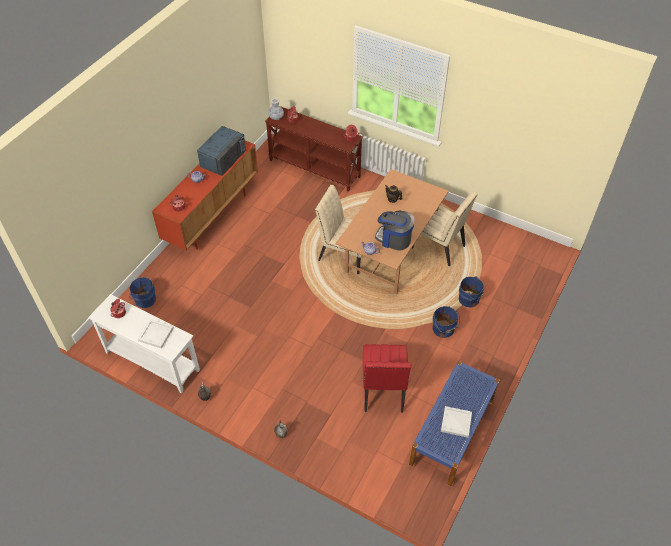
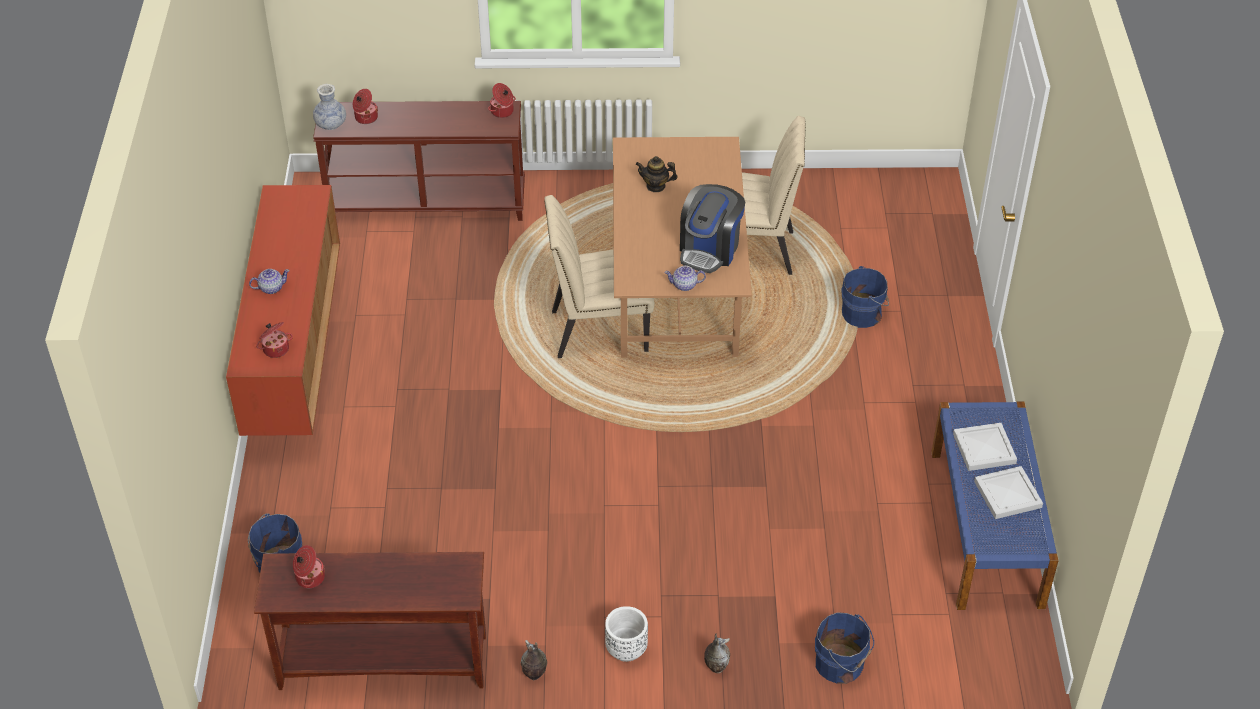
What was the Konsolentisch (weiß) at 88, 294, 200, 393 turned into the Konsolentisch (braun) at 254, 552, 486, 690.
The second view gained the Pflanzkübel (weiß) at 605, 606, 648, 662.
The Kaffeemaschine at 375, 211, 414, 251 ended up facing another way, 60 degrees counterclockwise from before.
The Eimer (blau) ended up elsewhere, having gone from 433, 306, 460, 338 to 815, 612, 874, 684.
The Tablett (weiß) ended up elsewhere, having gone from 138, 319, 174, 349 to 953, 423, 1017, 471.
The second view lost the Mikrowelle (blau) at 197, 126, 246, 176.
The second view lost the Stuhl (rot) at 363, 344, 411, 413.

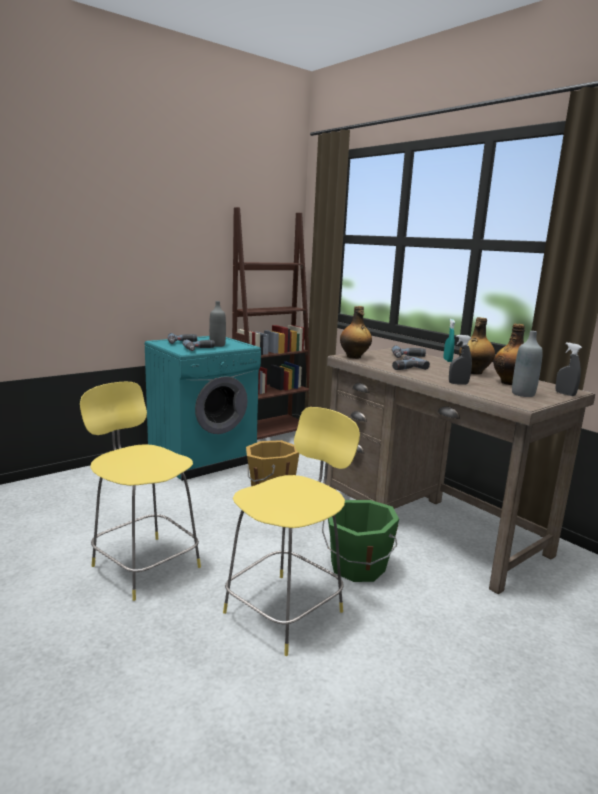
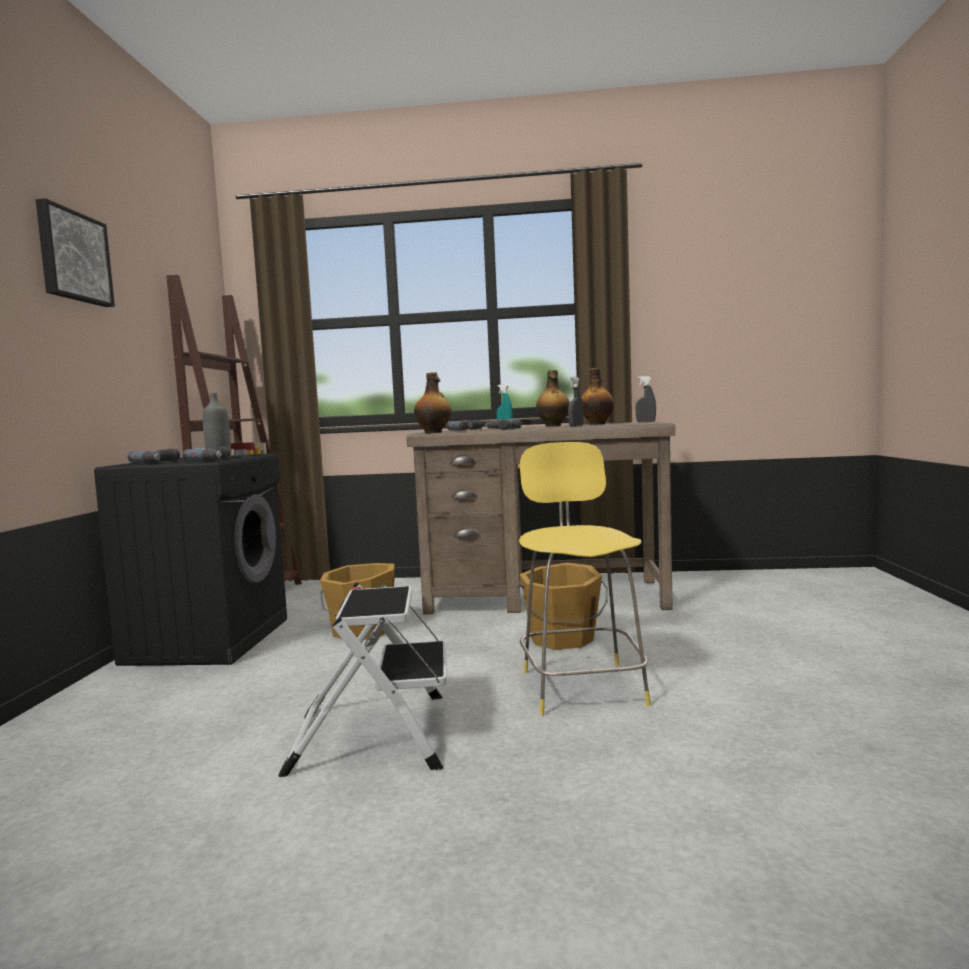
The second view gained the Bild at 36, 198, 115, 307.
What was the Waschmaschine (türkis) at 145, 336, 261, 481 turned into the Waschmaschine (schwarz) at 94, 453, 287, 666.
Where the Hocker (gelb) stood at 80, 382, 201, 601, the Trittleiter came to stand at 279, 582, 447, 777.
What was the Eimer (grün) at 322, 500, 399, 582 turned into the Eimer (orange) at 515, 563, 608, 650.
The second view lost the Flasche (grau) at 512, 331, 543, 397.

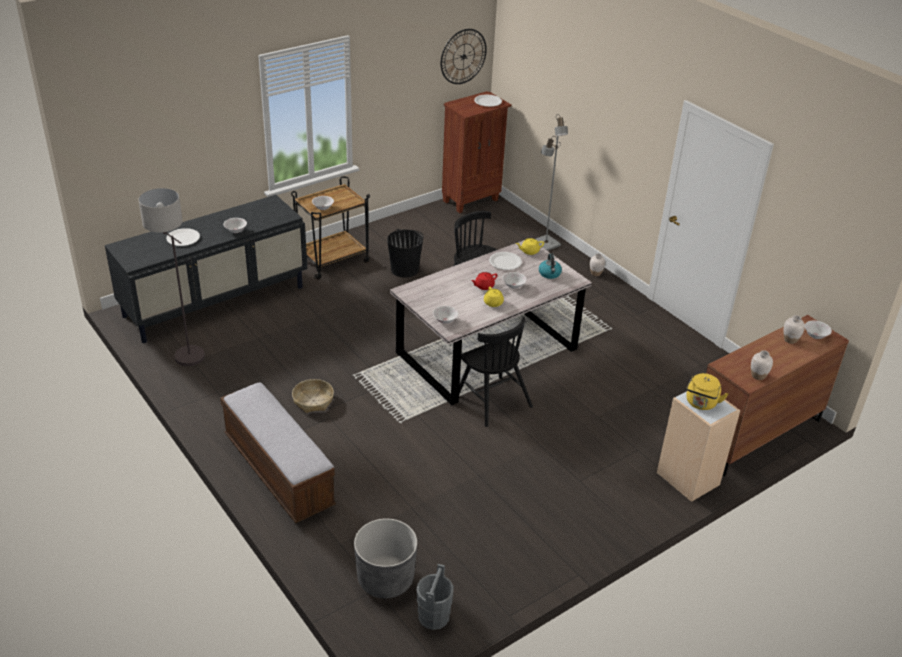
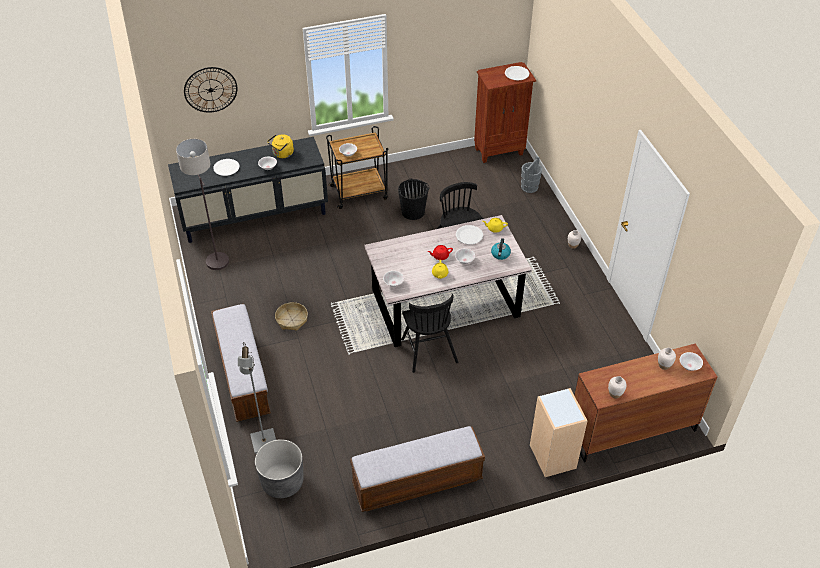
The Wanduhr ended up elsewhere, having gone from 441, 29, 487, 84 to 184, 67, 238, 113.
The Stehlampe (grau) ended up elsewhere, having gone from 536, 114, 568, 251 to 238, 342, 276, 454.
The Wasserkessel (gelb) ended up elsewhere, having gone from 686, 373, 728, 410 to 267, 134, 294, 158.
The second view gained the Bank at 350, 426, 485, 512.
The Eimer (grau) ended up elsewhere, having gone from 417, 564, 454, 630 to 521, 156, 542, 193.

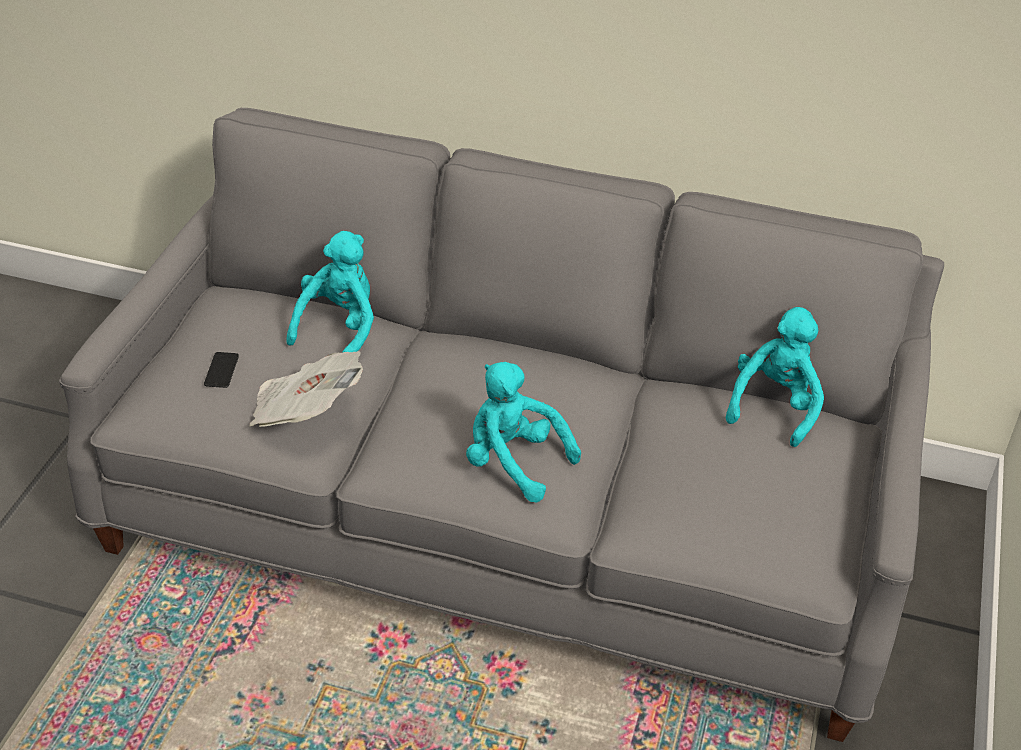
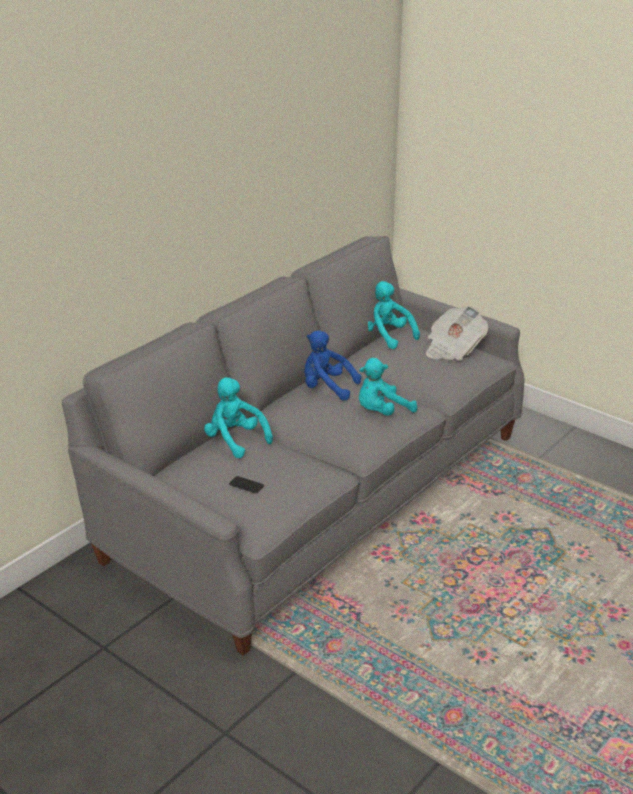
The second view gained the Plüschtier (blau) at 304, 330, 361, 400.
The Zeitung ended up elsewhere, having gone from 250, 351, 363, 427 to 426, 306, 488, 361.

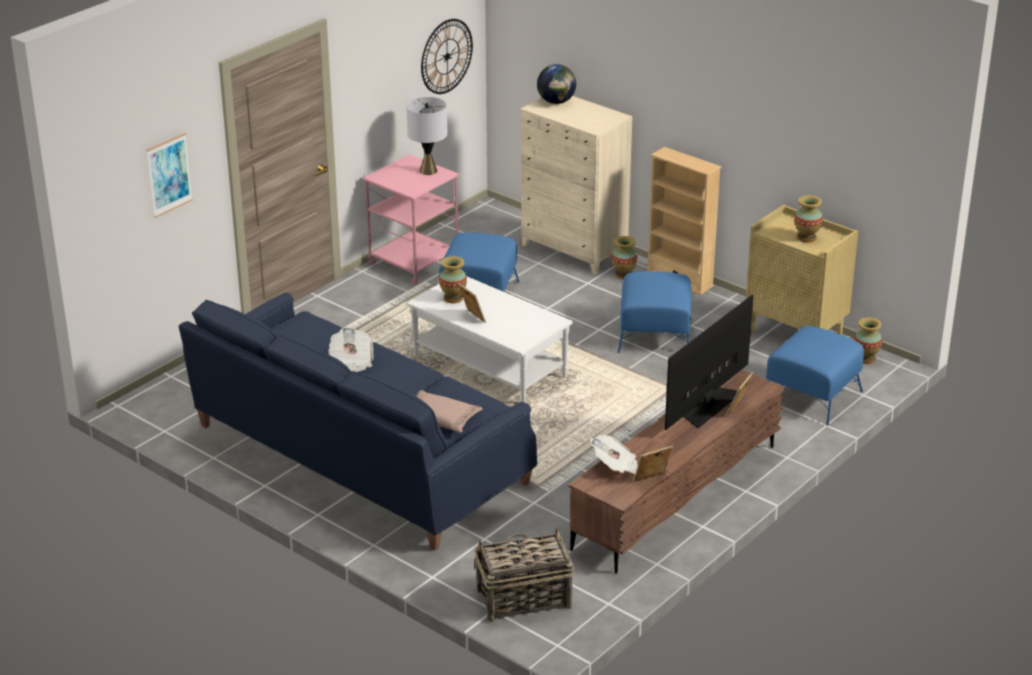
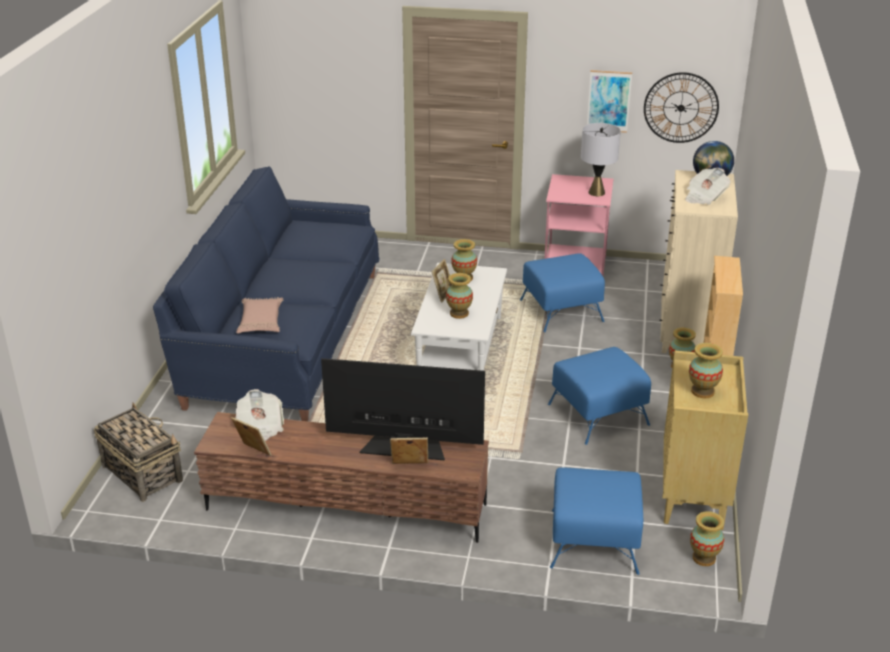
The second view gained the Vase at 446, 273, 473, 319.
The Bild ended up elsewhere, having gone from 147, 133, 193, 218 to 587, 70, 632, 133.
The Zeitung ended up elsewhere, having gone from 328, 327, 373, 372 to 685, 168, 730, 205.

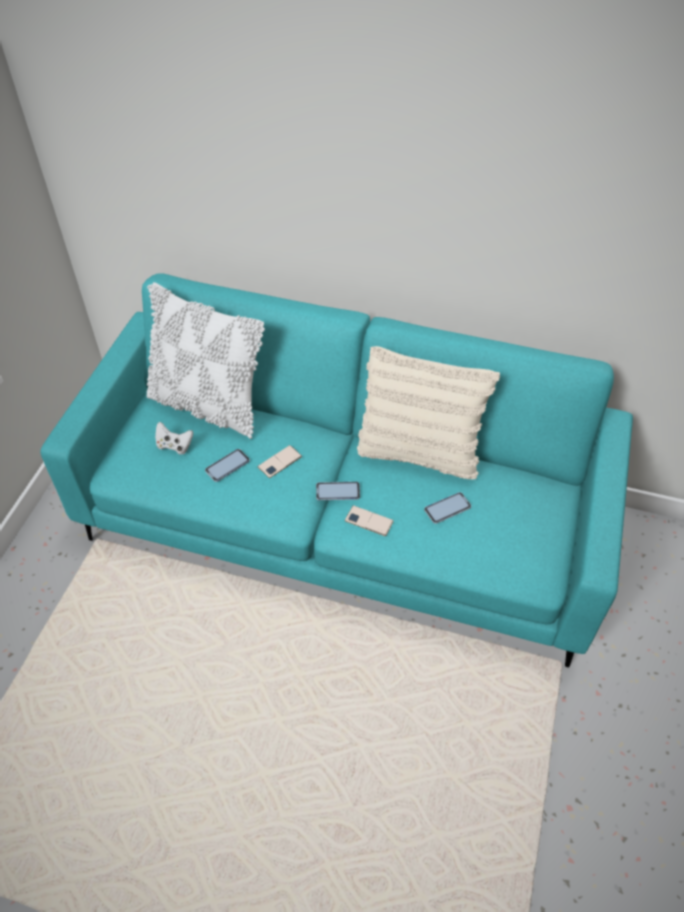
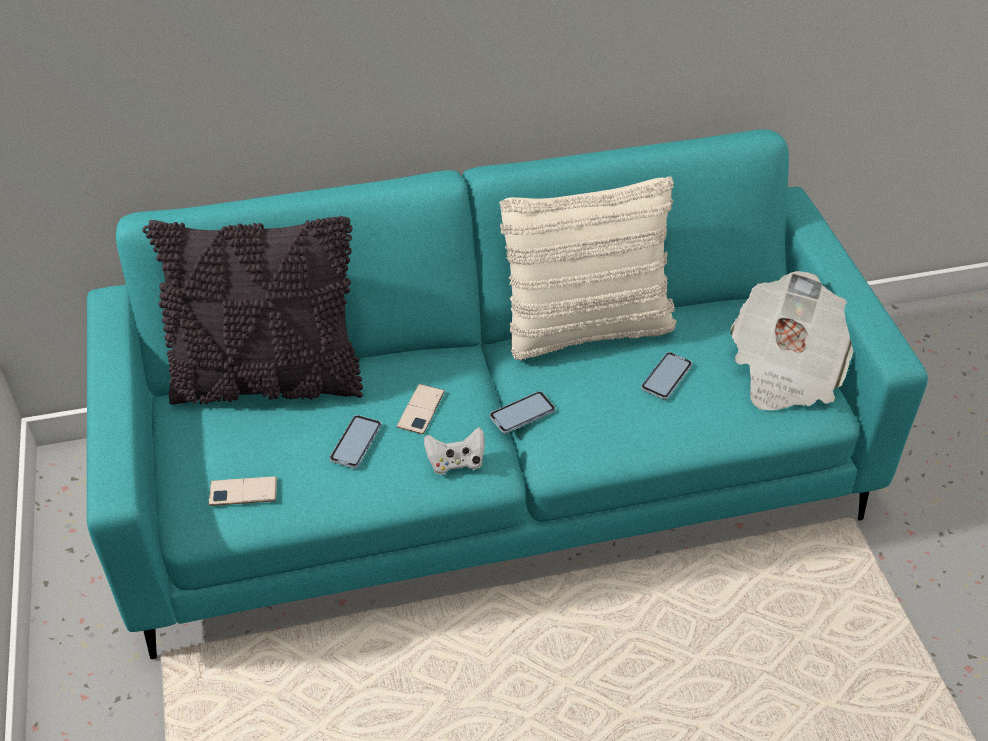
What was the Kissen (weiß) at 147, 282, 265, 439 turned into the Kissen (schwarz) at 142, 216, 363, 405.
The Handy ended up elsewhere, having gone from 345, 505, 393, 536 to 209, 476, 277, 506.
The Gamepad (weiß) ended up elsewhere, having gone from 155, 422, 193, 455 to 424, 427, 484, 475.
The second view gained the Zeitung at 731, 271, 853, 410.

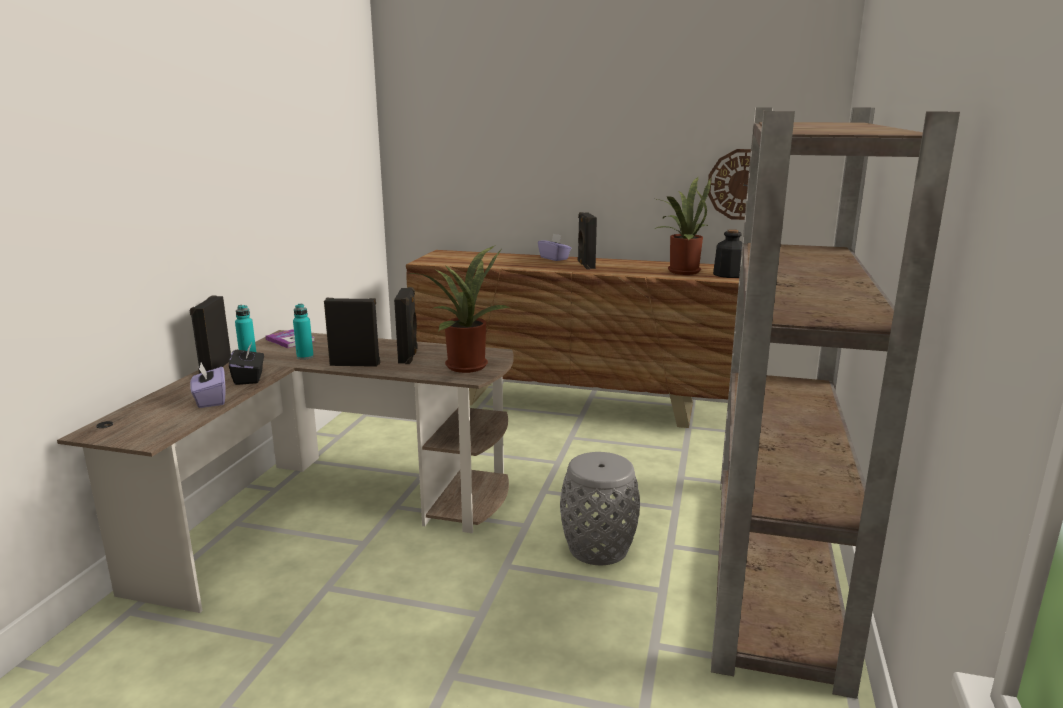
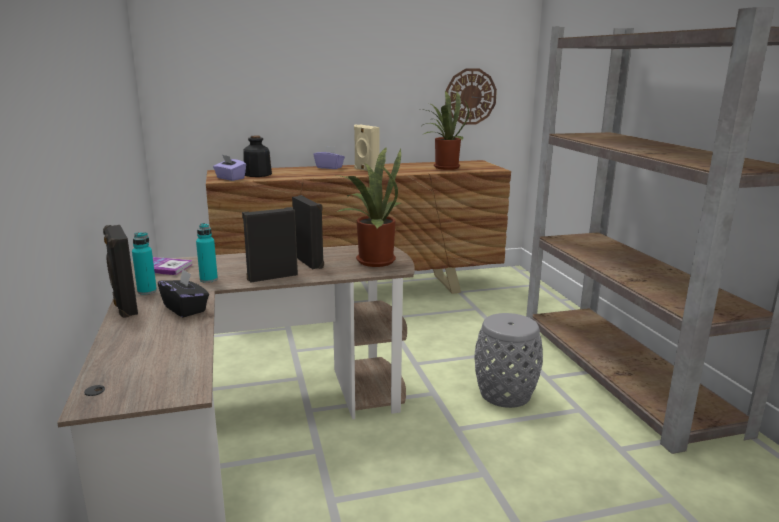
The Taschentuchbox (lila) ended up elsewhere, having gone from 190, 363, 226, 408 to 213, 155, 246, 181.
The Flasche ended up elsewhere, having gone from 713, 229, 742, 278 to 243, 136, 272, 177.
What was the Lautsprecher (schwarz) at 577, 212, 597, 270 turned into the Lautsprecher (beige) at 354, 124, 379, 171.

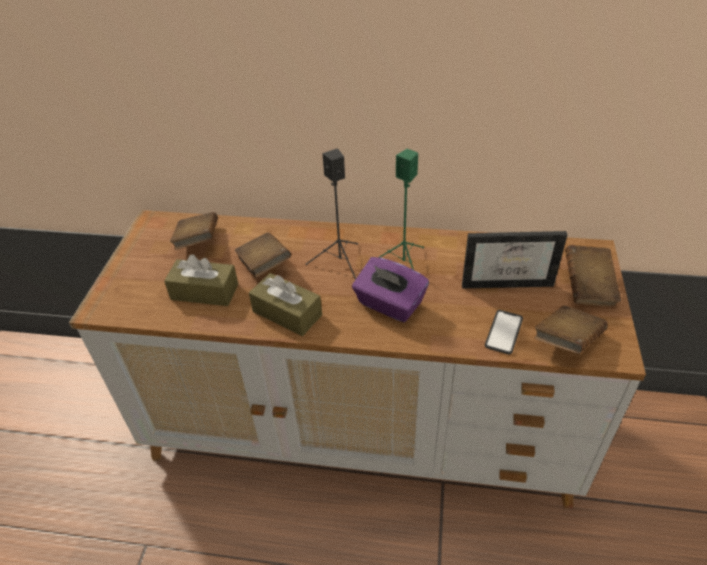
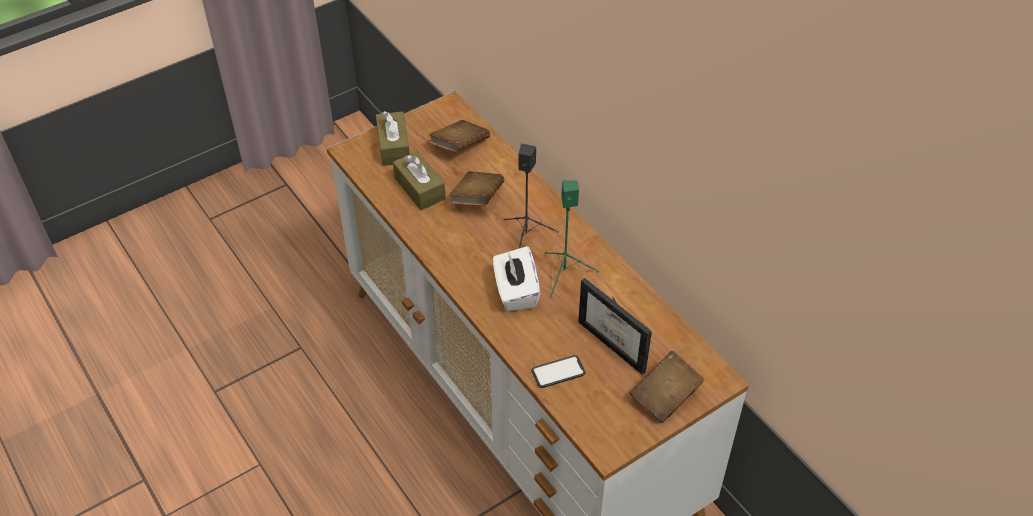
The Taschentuchbox (braun) ended up elsewhere, having gone from 249, 273, 322, 336 to 376, 111, 410, 166.
What was the Taschentuchbox (lila) at 352, 257, 429, 322 turned into the Taschentuchbox (weiß) at 493, 246, 540, 311.
The second view lost the Buch (braun) at 534, 305, 608, 354.

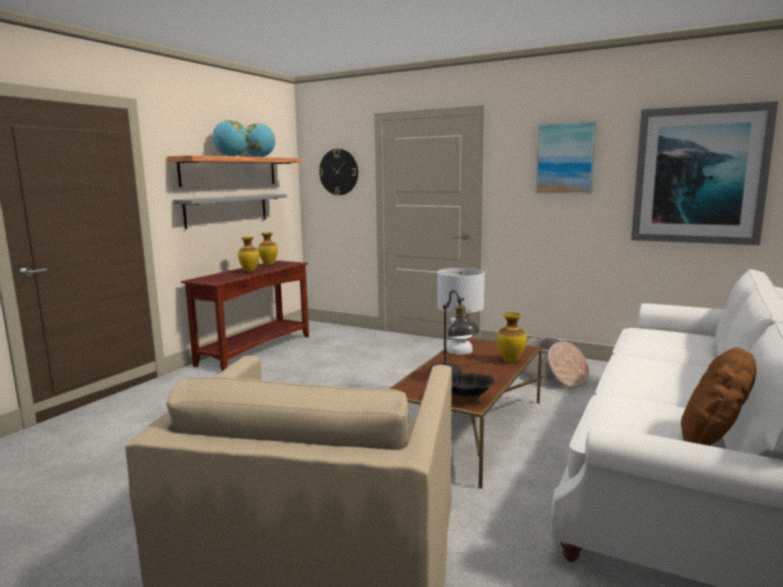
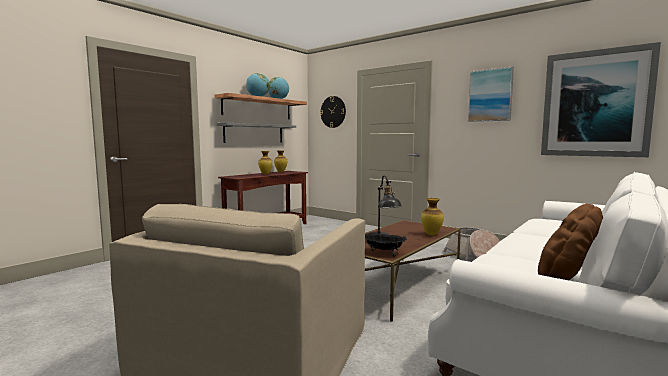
The second view lost the Tischlampe (weiß) at 437, 268, 485, 355.

